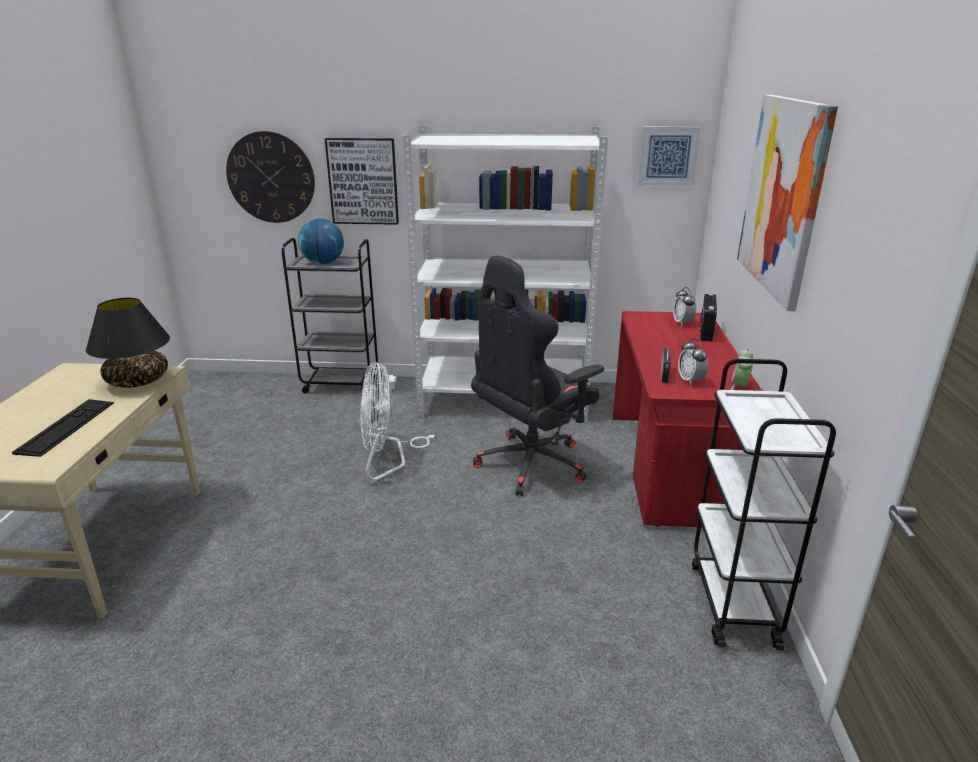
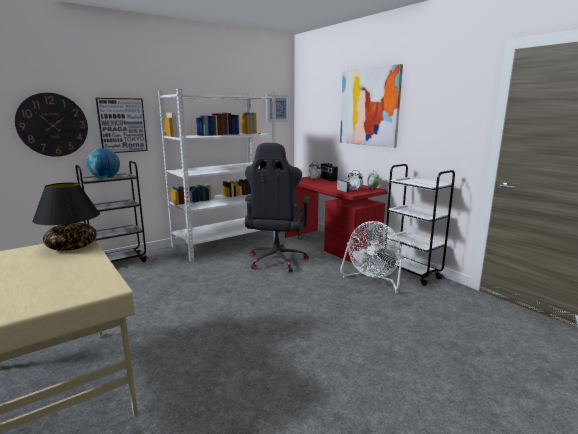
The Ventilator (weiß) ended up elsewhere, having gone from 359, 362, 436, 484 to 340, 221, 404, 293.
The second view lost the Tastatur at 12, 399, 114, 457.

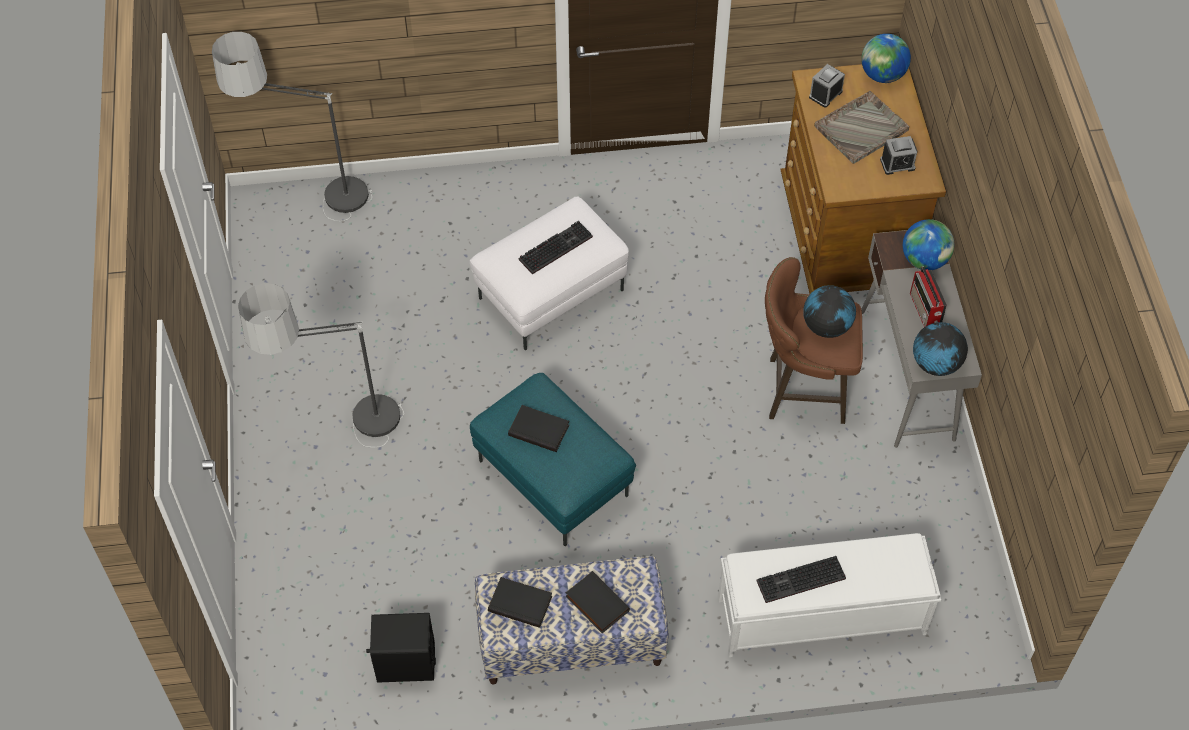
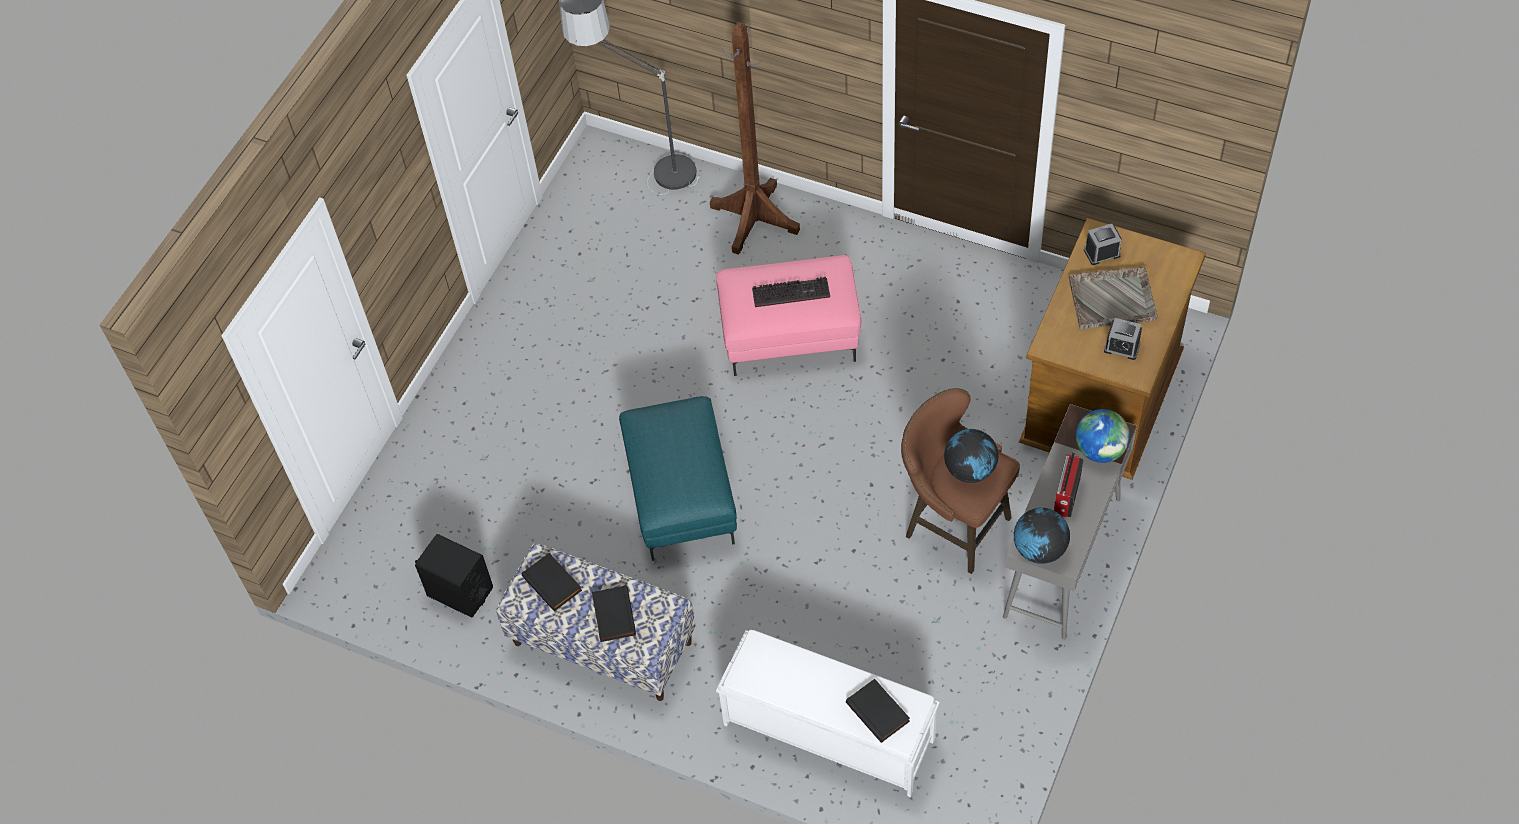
The second view gained the Kleiderständer (braun) at 710, 22, 800, 255.
What was the Polsterhocker (weiß) at 470, 197, 629, 350 turned into the Polsterhocker (rosa) at 716, 255, 861, 376.
The Buch (schwarz) ended up elsewhere, having gone from 508, 405, 569, 452 to 846, 679, 910, 743.
The second view lost the Stehlampe at 238, 283, 404, 448.
The second view lost the Tastatur at 757, 556, 846, 603.
The second view lost the Globus at 861, 34, 911, 83.

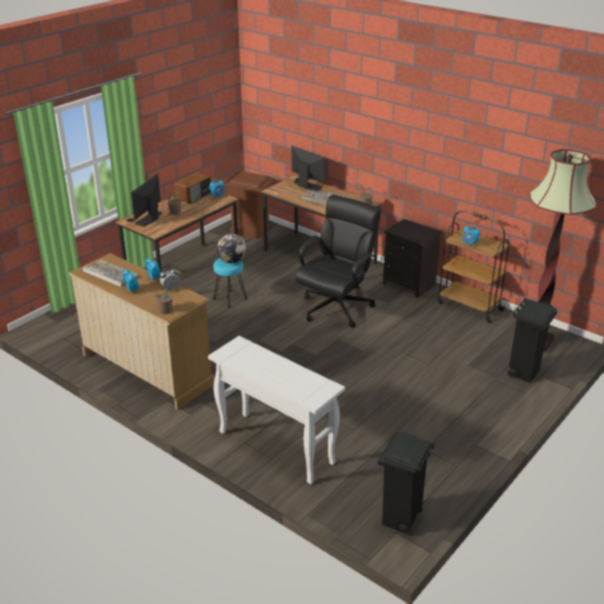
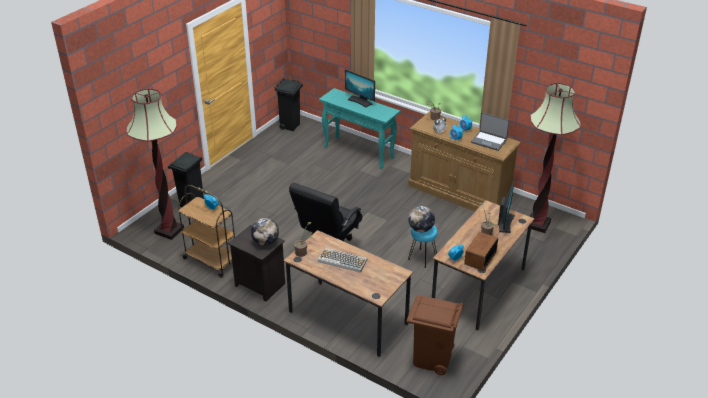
The second view gained the Globus at 251, 218, 279, 246.
What was the Konsolentisch (weiß) at 208, 336, 345, 484 turned into the Konsolentisch (türkis) at 319, 88, 400, 169.
The Monitor ended up elsewhere, having gone from 292, 146, 326, 191 to 345, 69, 375, 107.
Where the Tastatur stood at 83, 260, 139, 287, the Laptop came to stand at 471, 112, 509, 151.
The second view gained the Stehlampe at 529, 83, 581, 233.

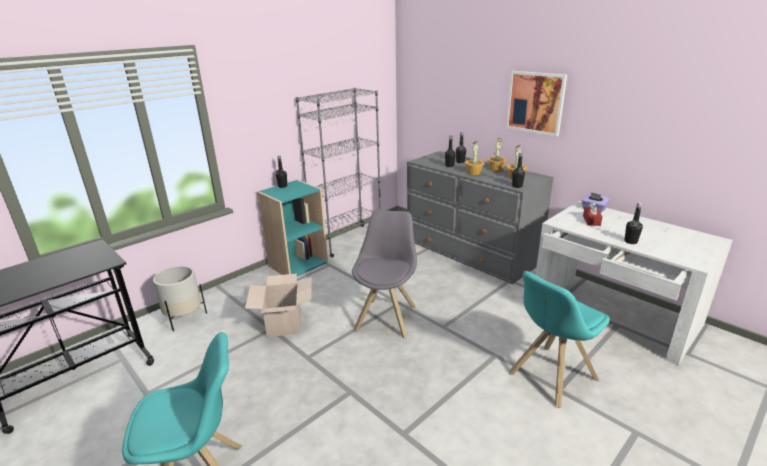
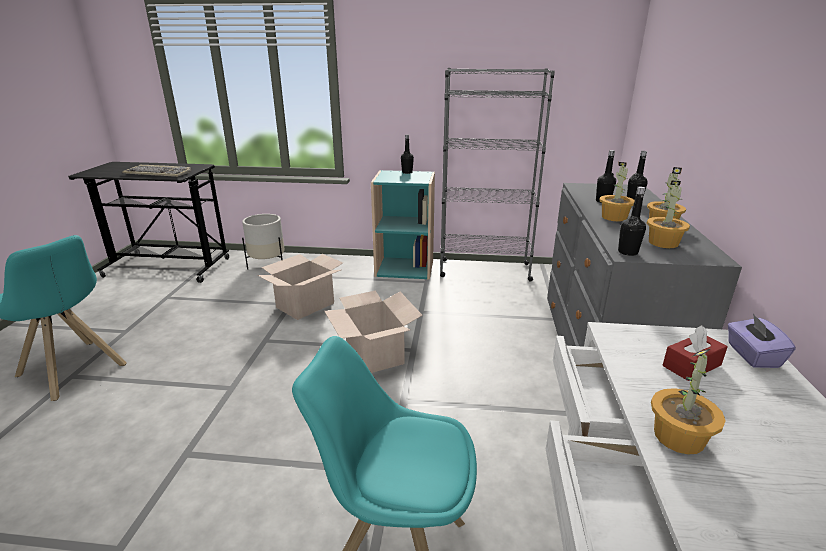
The second view gained the Tastatur at 122, 165, 191, 177.
Where the Stuhl (grau) stood at 352, 209, 417, 339, the Karton came to stand at 324, 290, 423, 373.
Where the Flasche (schwarz) stood at 625, 202, 643, 244, the Topfpflanze came to stand at 651, 348, 726, 455.
The second view lost the Bild at 506, 71, 567, 136.

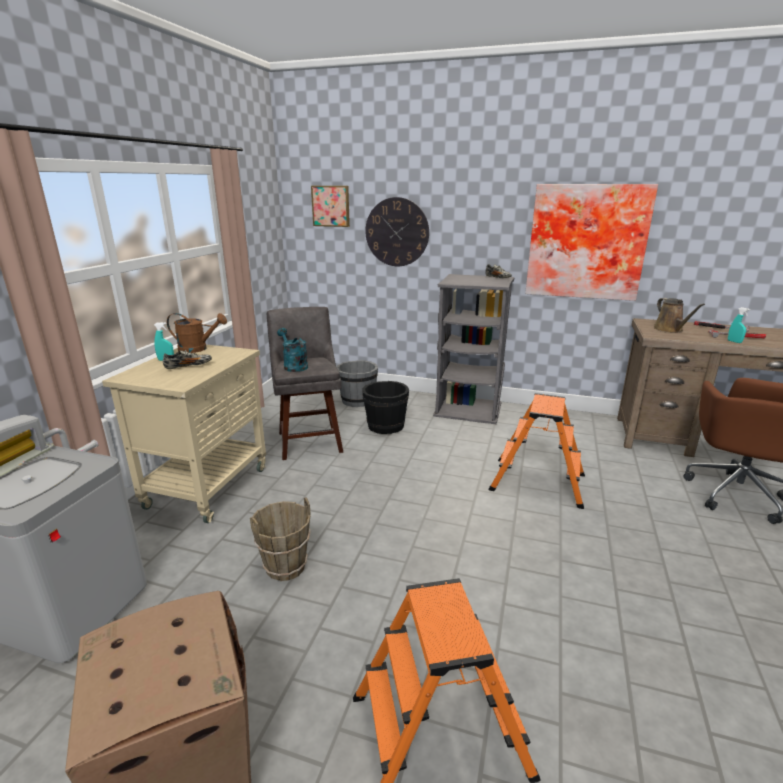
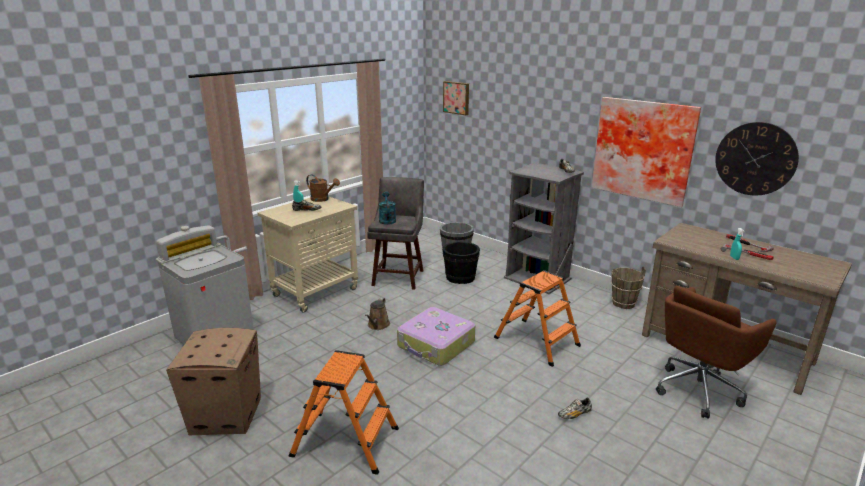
The Gießkanne (braun) ended up elsewhere, having gone from 653, 298, 705, 333 to 365, 298, 390, 330.
The second view gained the Koffer at 397, 307, 475, 366.
The second view gained the Schuh at 558, 398, 592, 419.
The Eimer (braun) ended up elsewhere, having gone from 250, 497, 311, 581 to 611, 267, 646, 309.
The Wanduhr ended up elsewhere, having gone from 365, 197, 429, 266 to 715, 122, 799, 196.

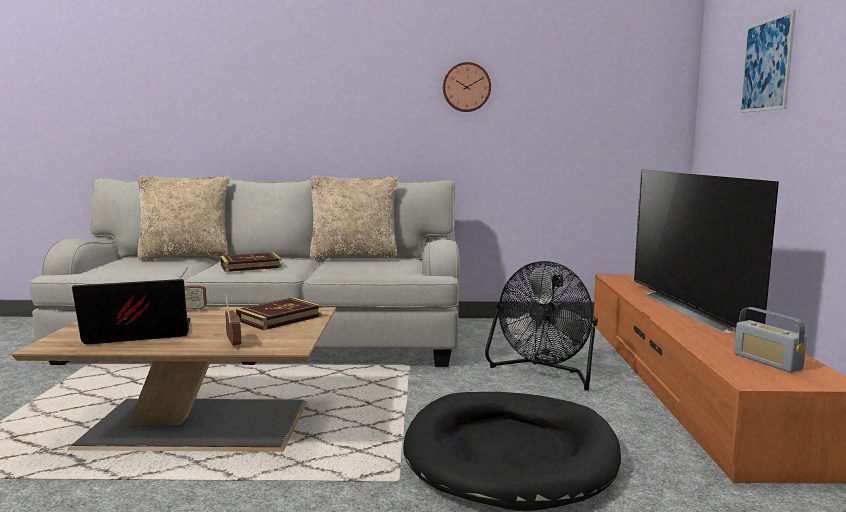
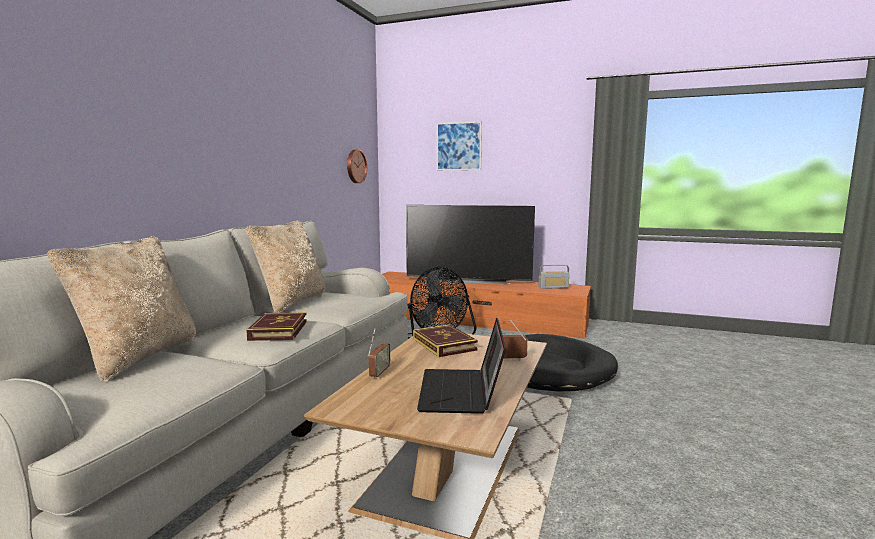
The Wanduhr ended up elsewhere, having gone from 443, 62, 491, 112 to 347, 150, 367, 183.

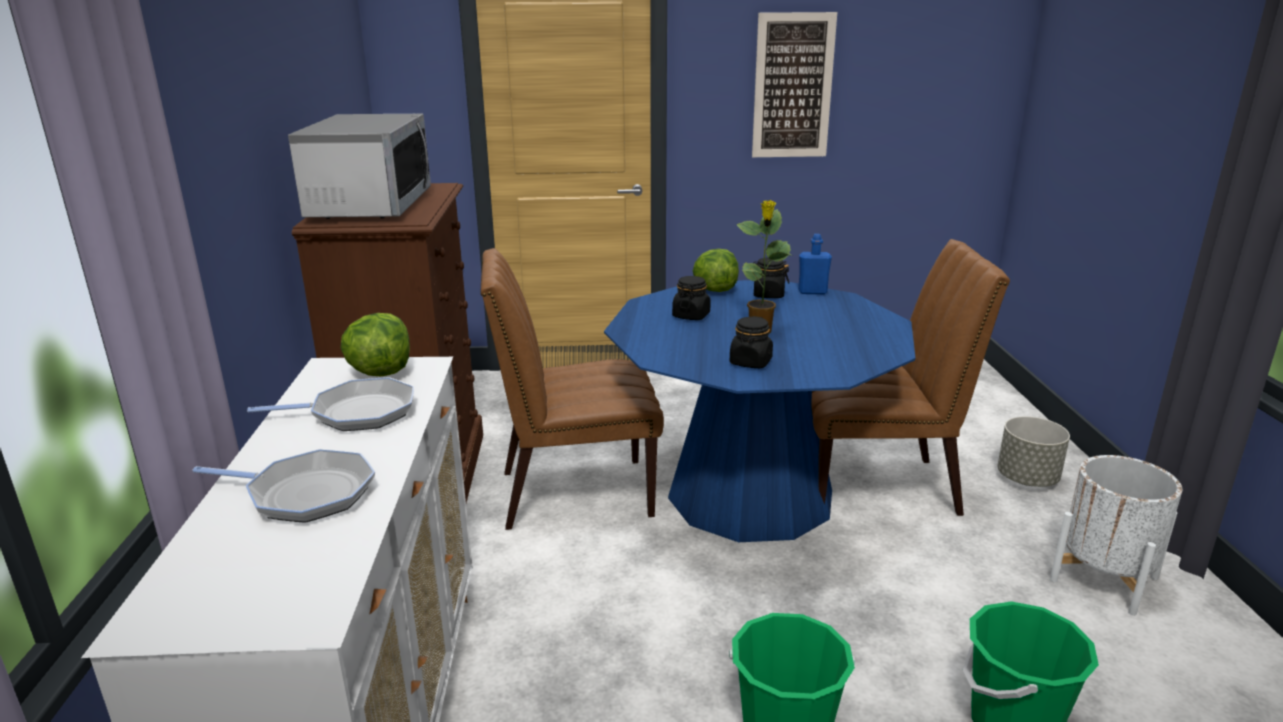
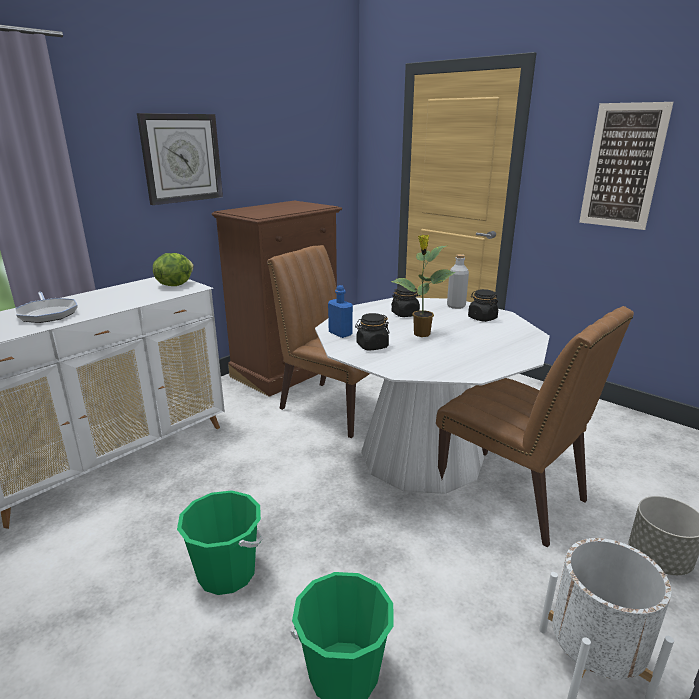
The second view gained the Wanduhr at 137, 113, 223, 205.
What was the Esstisch (blau) at 604, 280, 915, 542 turned into the Esstisch (weiß) at 315, 298, 550, 494.
The Flasche (blau) ended up elsewhere, having gone from 798, 234, 832, 294 to 328, 285, 353, 338.
Where the Salatkopf stood at 693, 249, 739, 292, the Flasche (grau) came to stand at 447, 254, 469, 309.
The second view lost the Pfanne at 247, 377, 414, 431.
The second view lost the Mikrowelle at 288, 114, 431, 219.

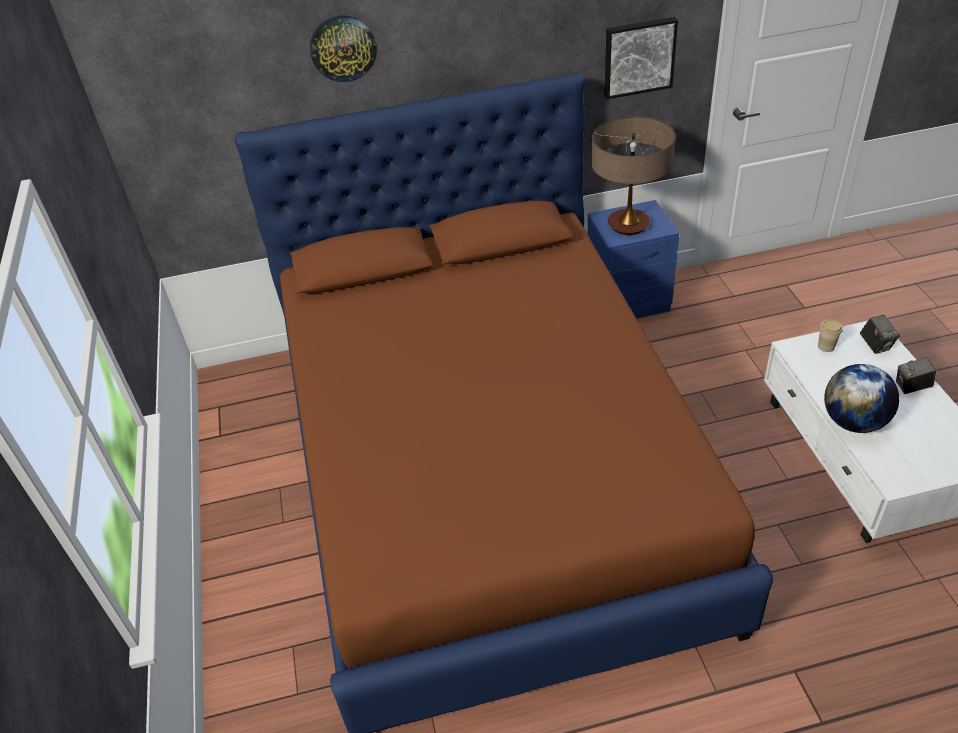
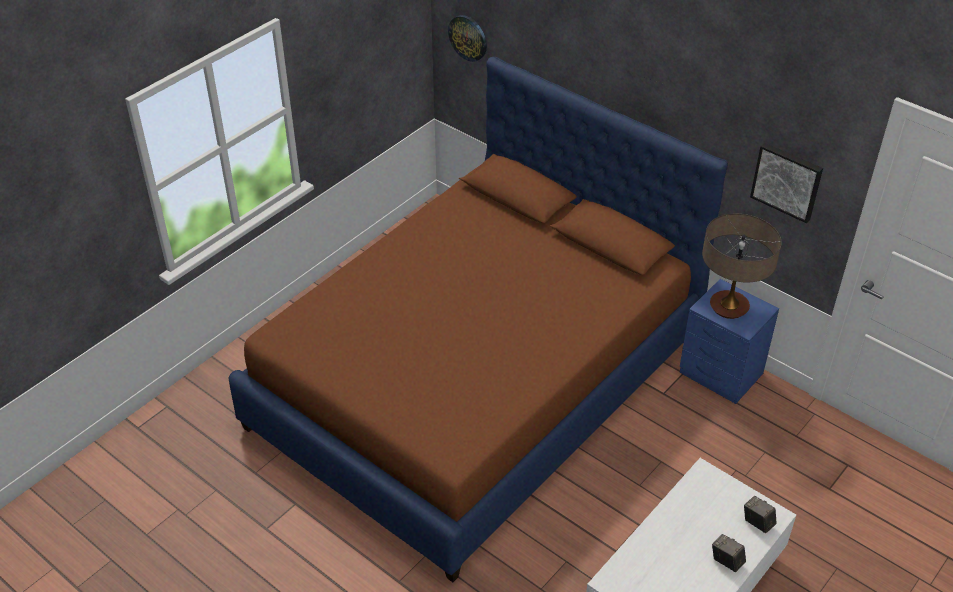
The Wanduhr ended up elsewhere, having gone from 310, 15, 377, 82 to 448, 15, 487, 62.
The Kamera at 860, 315, 900, 354 ended up facing another way, 105 degrees clockwise from before.
The second view lost the Tasse at 818, 319, 843, 352.
The second view lost the Globus at 824, 364, 899, 433.

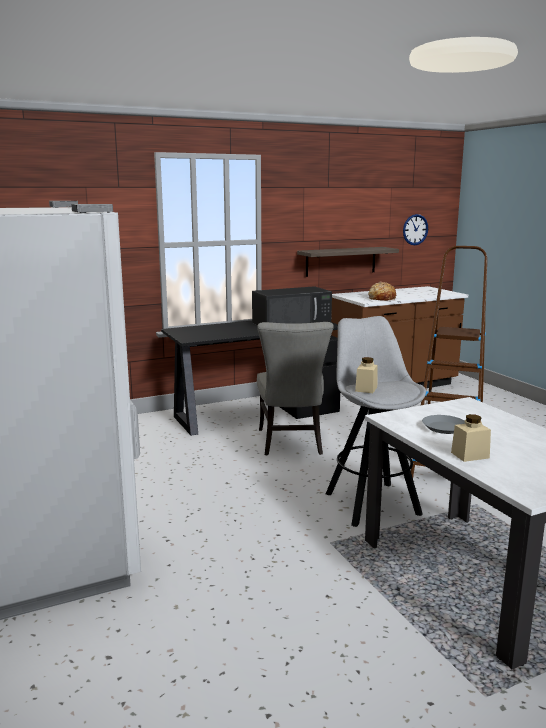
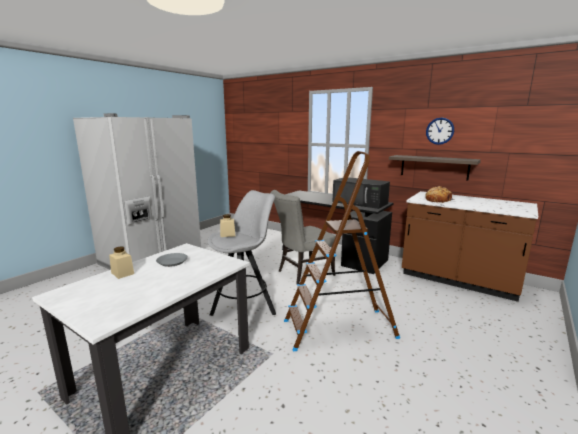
The Wanduhr ended up elsewhere, having gone from 403, 214, 428, 245 to 426, 117, 454, 145.

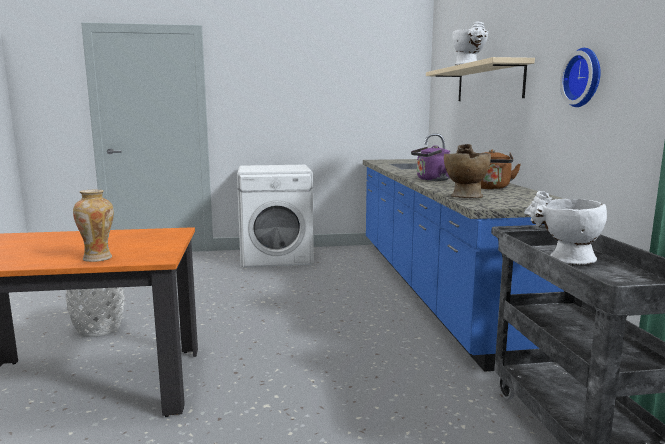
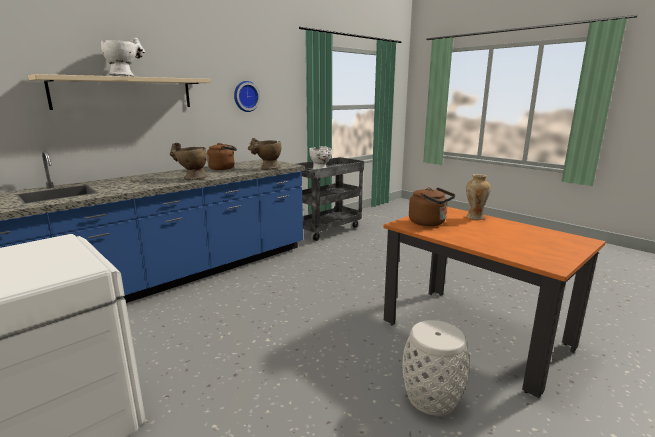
Where the Wasserkessel (lila) stood at 411, 145, 450, 181, the Vase (beige) came to stand at 170, 143, 208, 180.
The second view gained the Wasserkessel (braun) at 409, 187, 455, 226.

